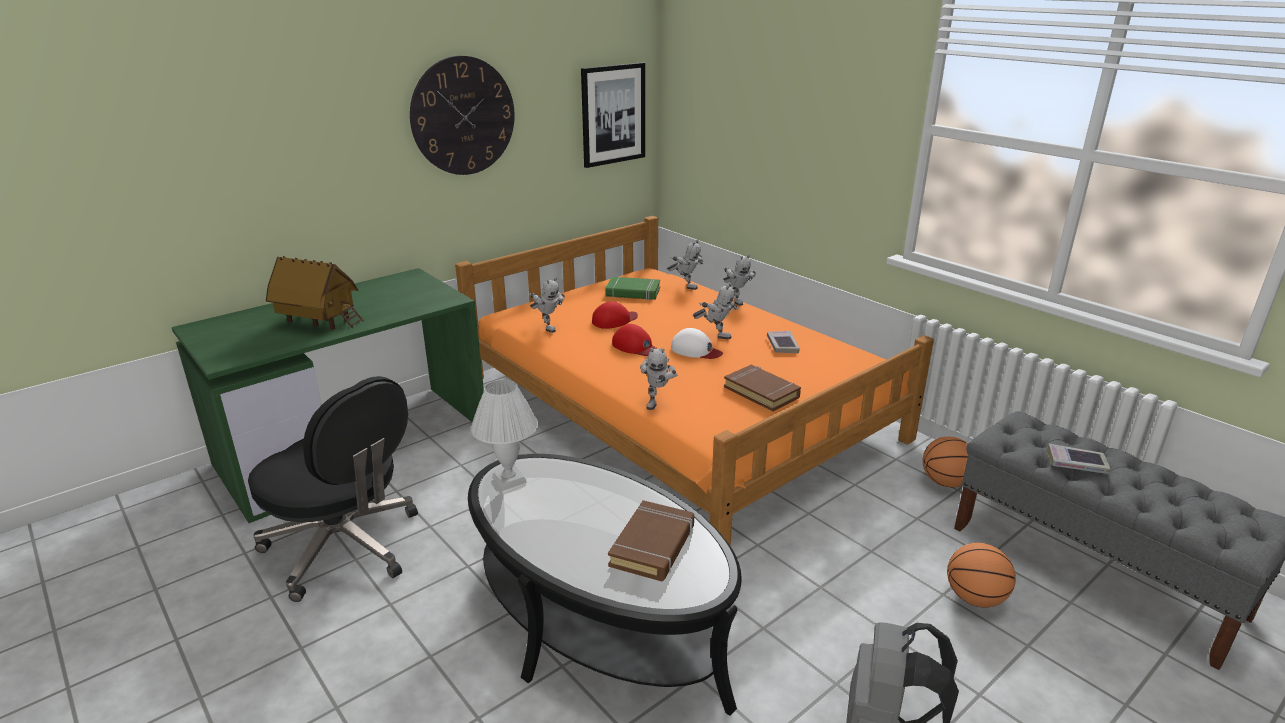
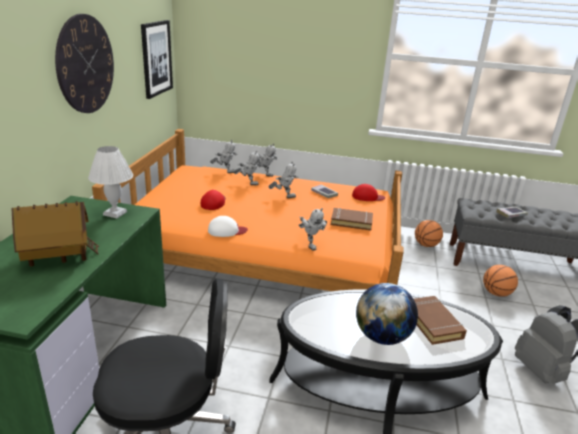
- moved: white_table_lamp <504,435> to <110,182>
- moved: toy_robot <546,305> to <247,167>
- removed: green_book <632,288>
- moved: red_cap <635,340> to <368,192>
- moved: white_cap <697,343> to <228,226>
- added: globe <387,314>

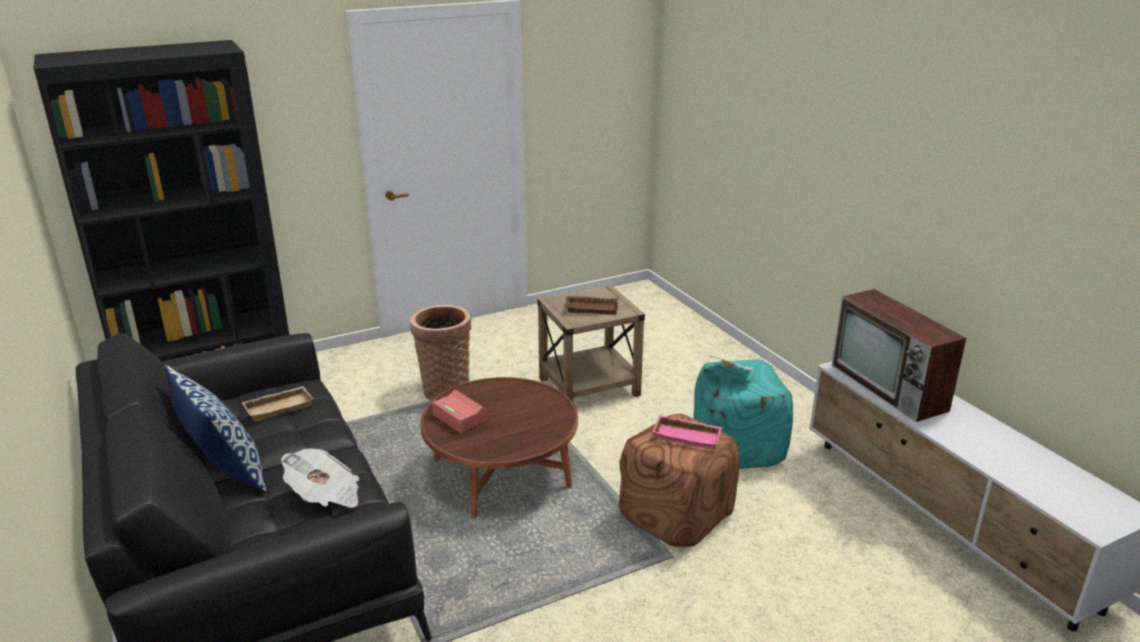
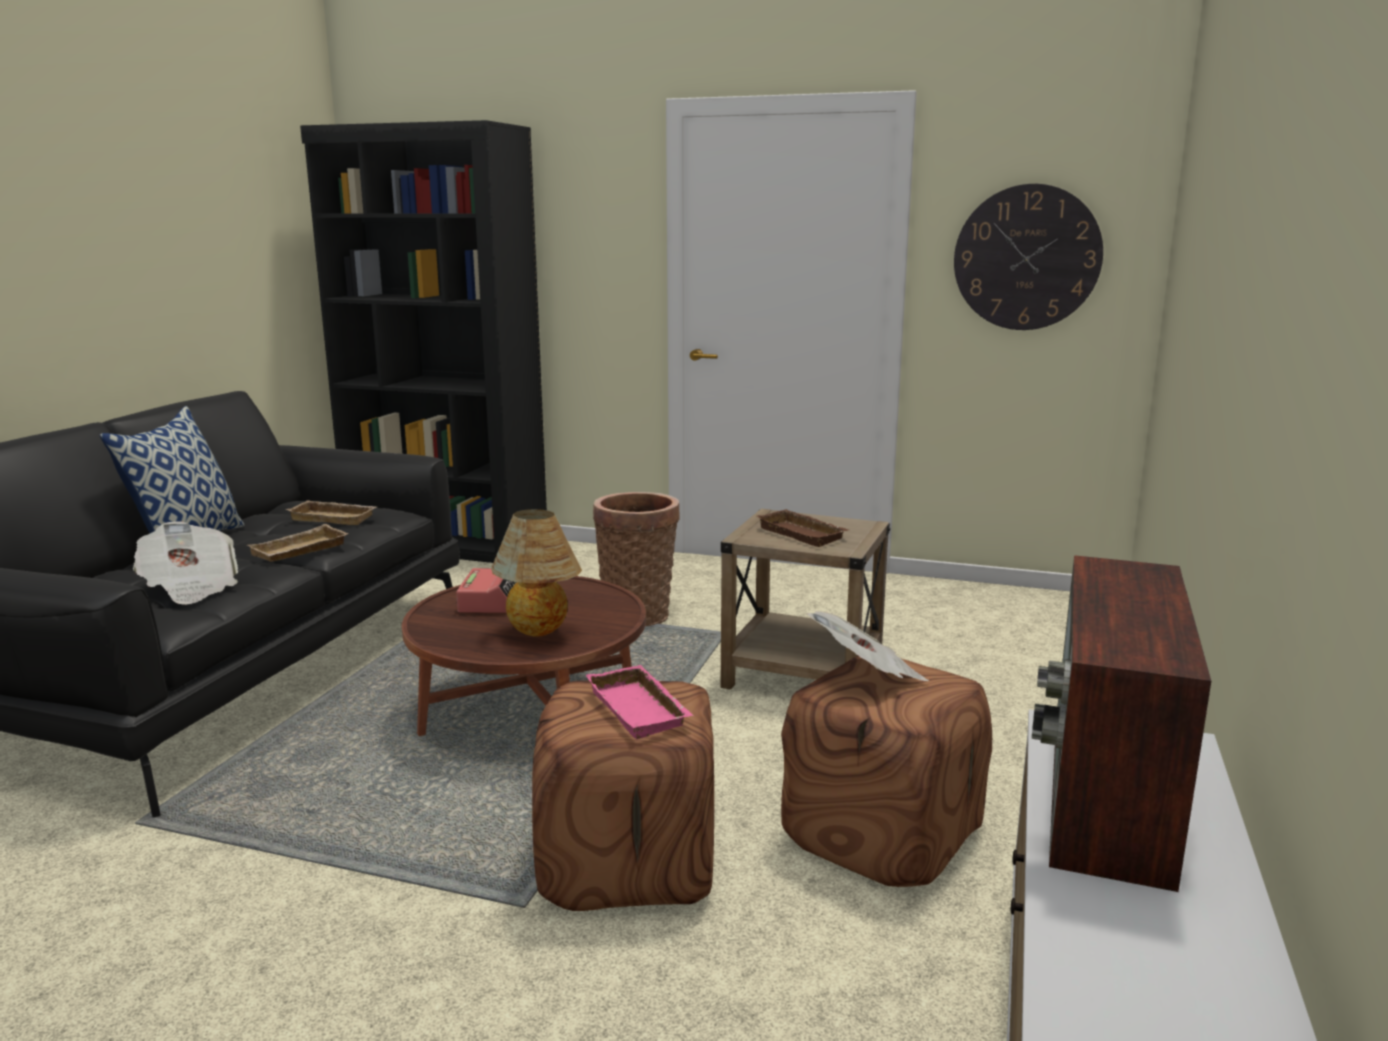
- recoloured: turquoise_ottoman <743,414> to brown_ottoman <886,771>
- added: beige_tray <298,543>
- added: table_lamp <536,573>
- added: wall_clock <1028,257>

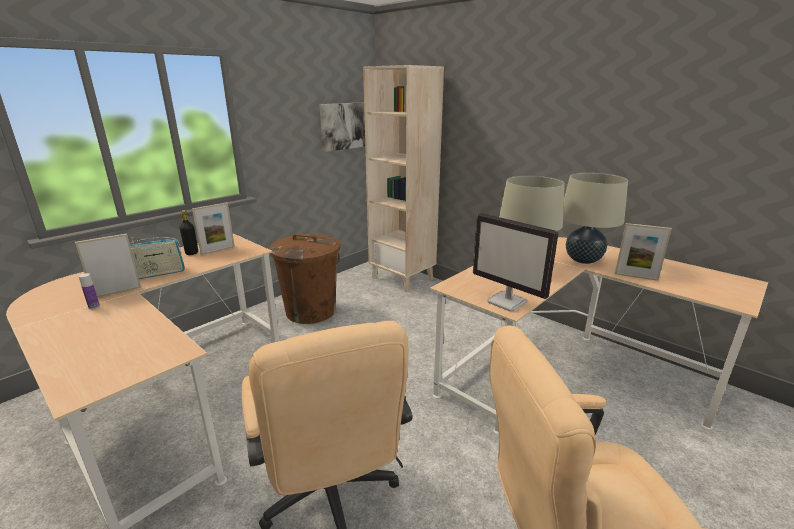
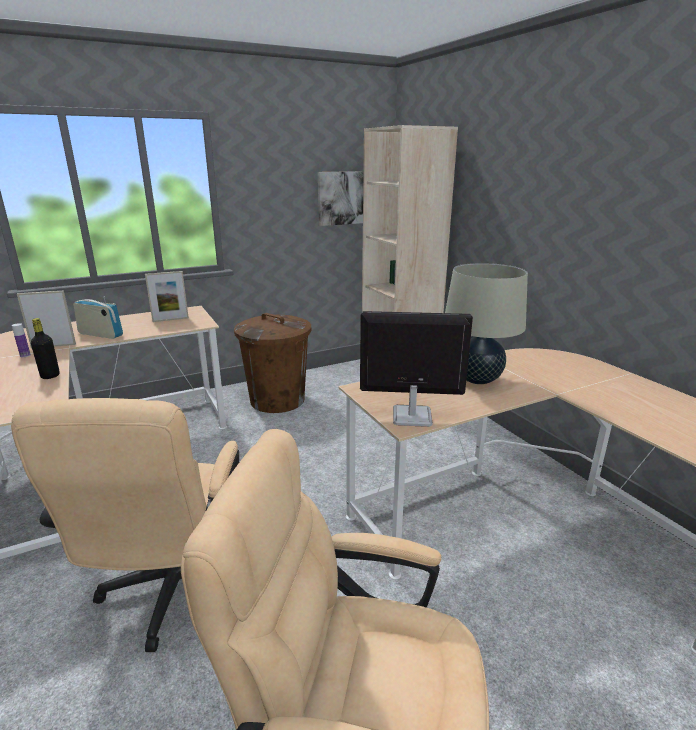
- turned: radio <157,258> = <98,318> 150 degrees counterclockwise
- moved: black_bottle <189,232> to <45,348>
- turned: monitor <516,262> = <416,369> 120 degrees clockwise
- removed: beige_table_lamp <595,218>
- removed: picture_frame <643,252>

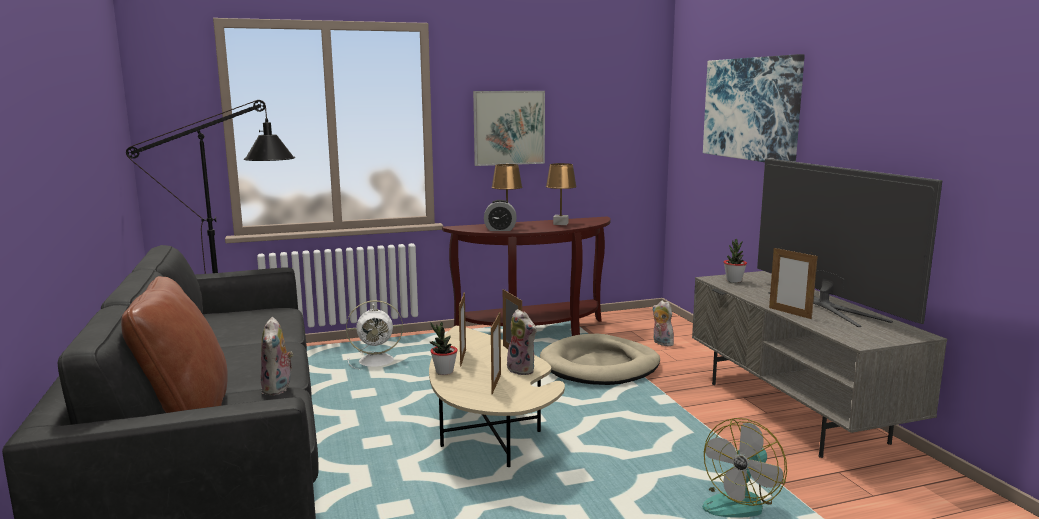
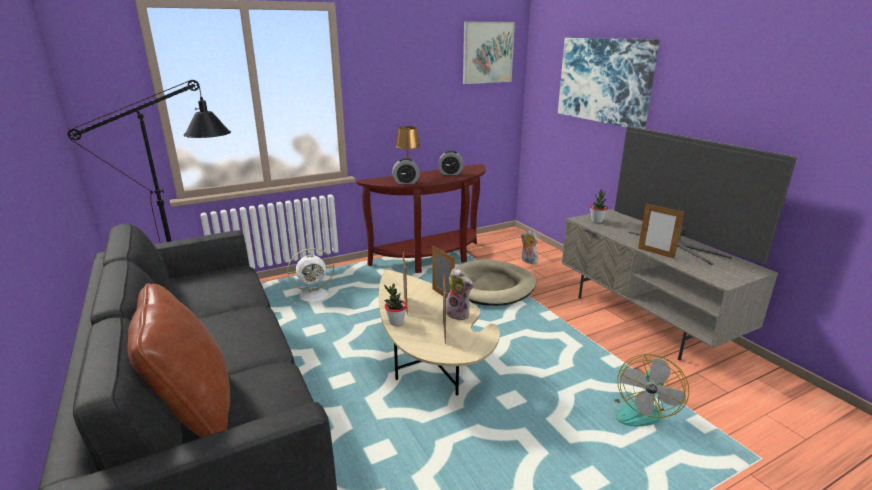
- removed: plush_toy <277,356>
- moved: picture <509,128> to <489,53>
- replaced: brown_table_lamp <561,194> to alarm_clock <450,163>

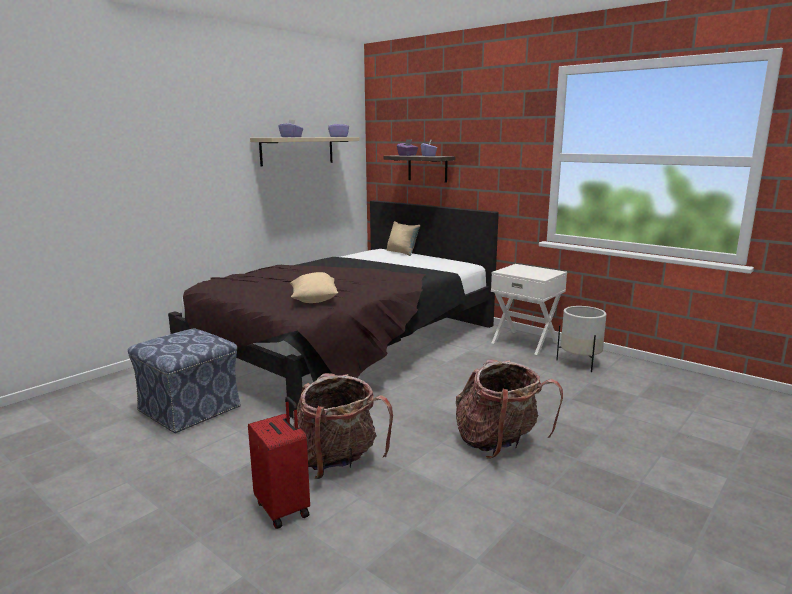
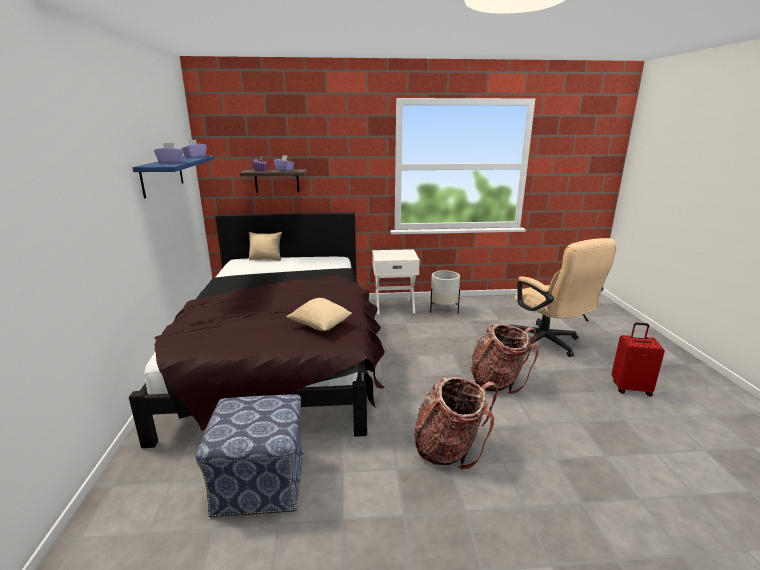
- moved: red_suitcase <279,463> to <638,360>
- recoloured: beige_shelf <305,151> to blue_shelf <173,177>
- added: beige_office_chair <562,297>

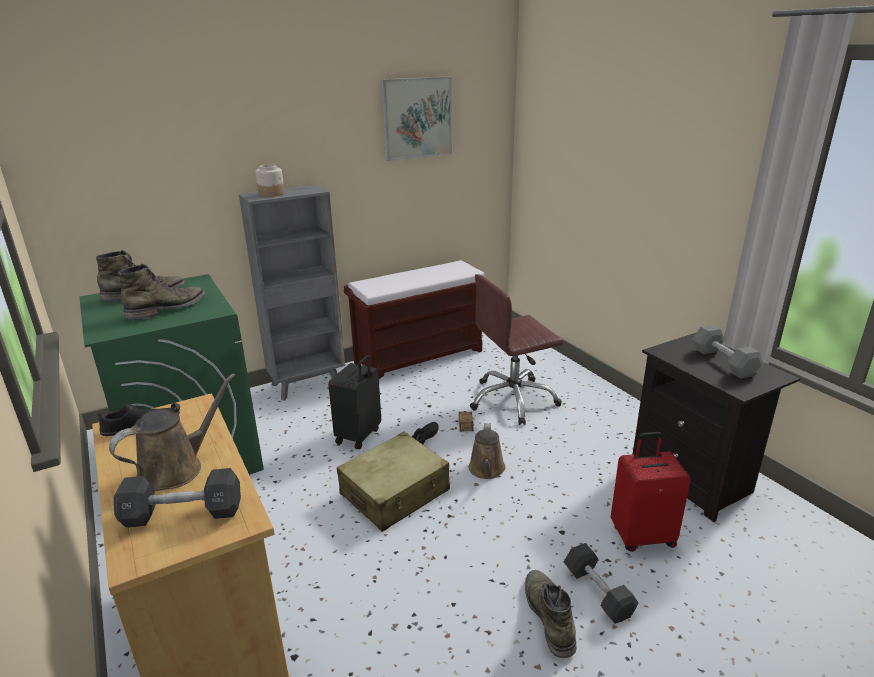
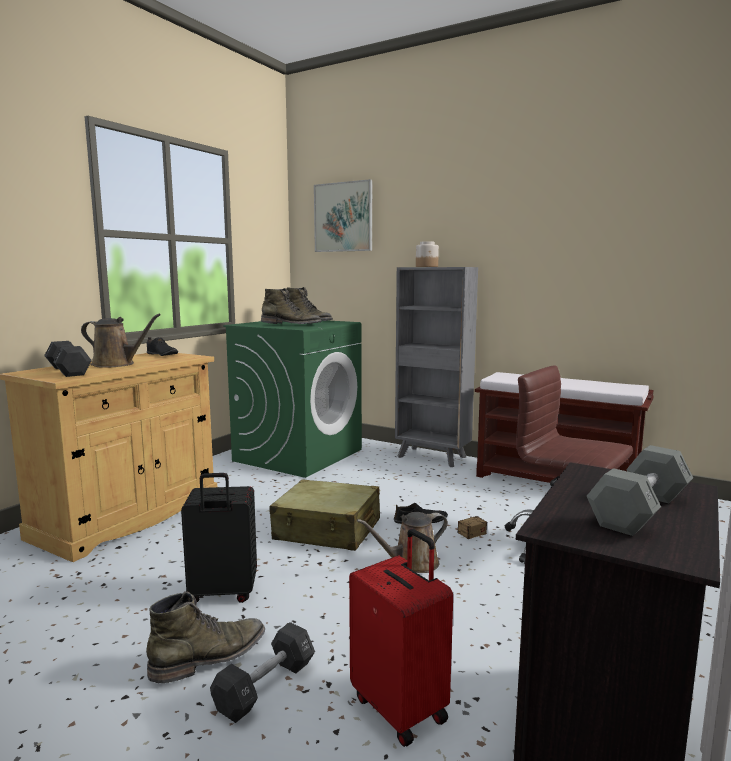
- moved: black_suitcase <354,402> to <219,538>
- moved: picture <416,118> to <343,215>

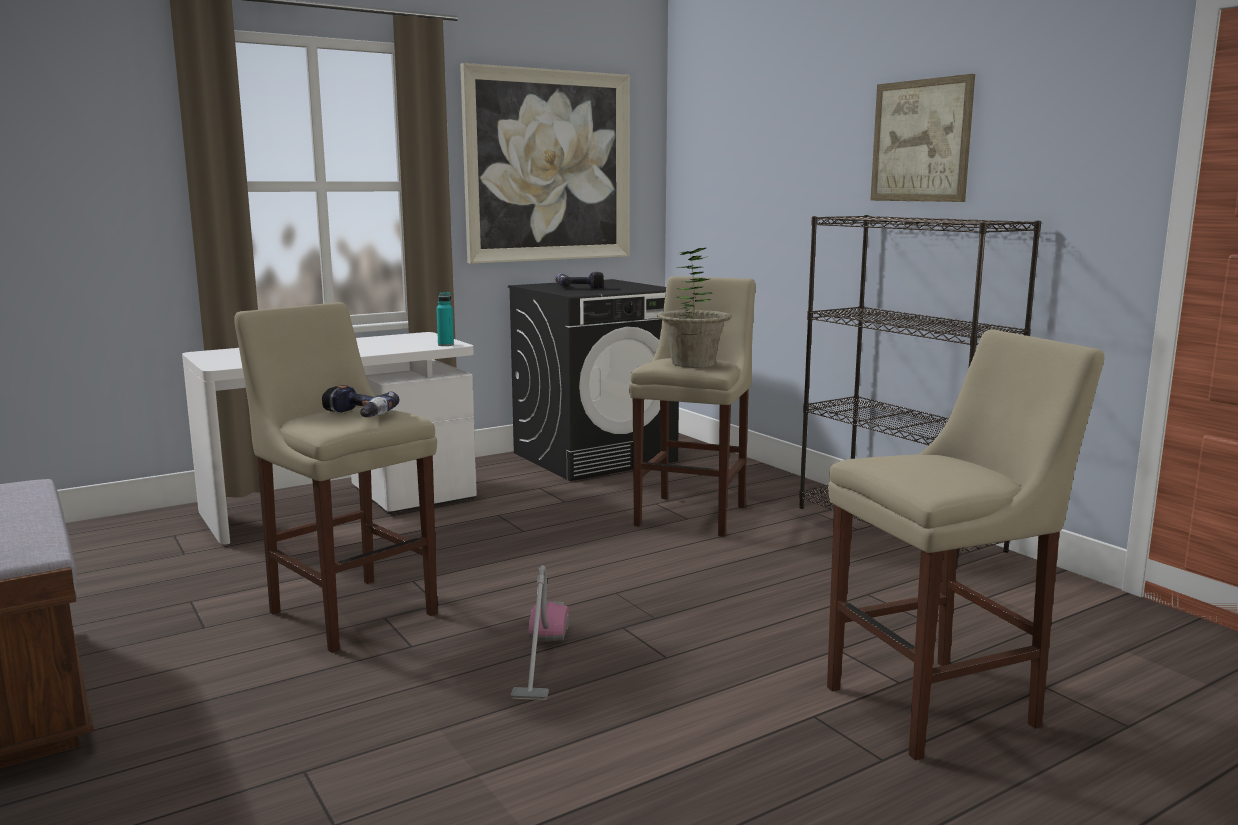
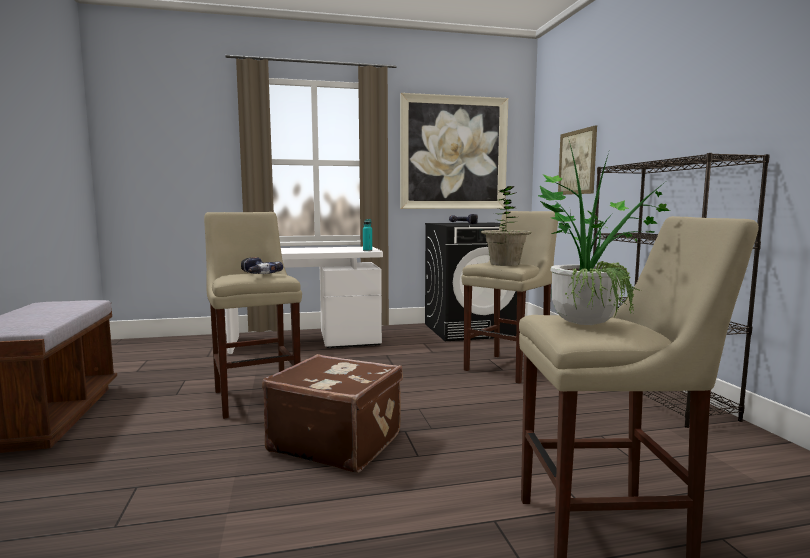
- replaced: vacuum_cleaner <540,632> to brown_suitcase <332,413>
- moved: picture <922,138> to <577,160>
- added: potted_plant <604,231>

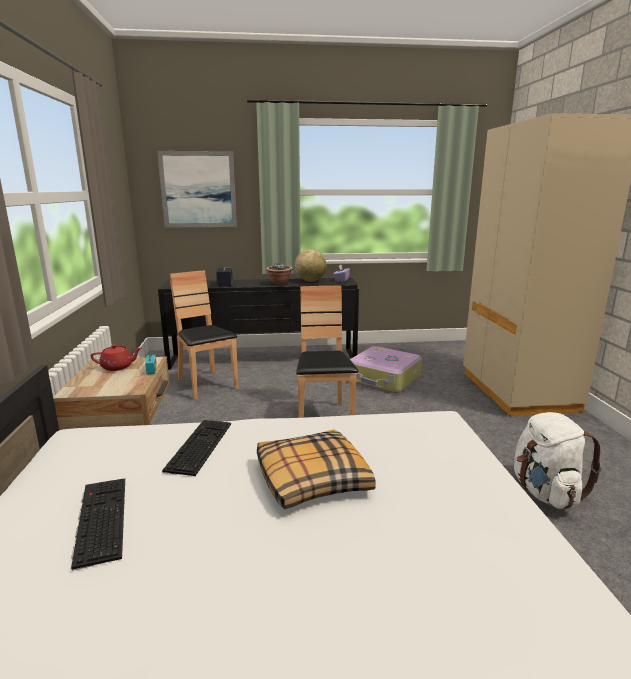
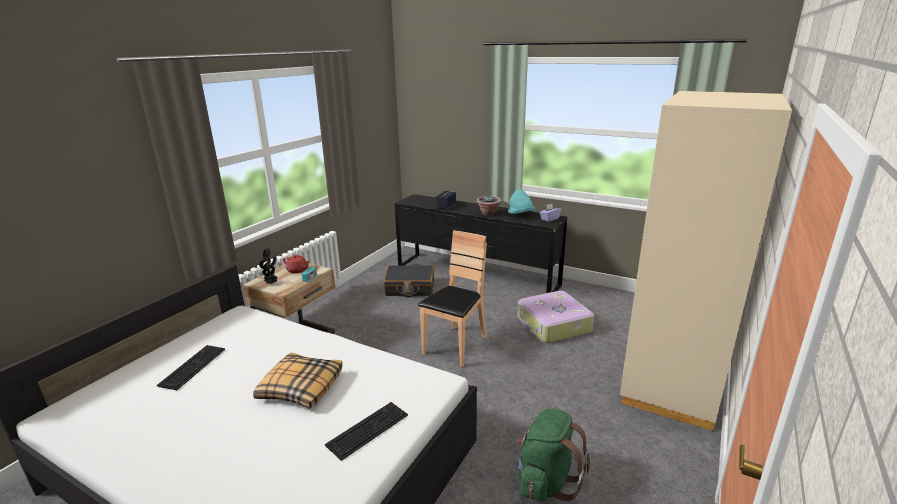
- removed: picture <197,189>
- moved: keyboard <196,448> to <366,431>
- replaced: brown_chair <204,335> to black_suitcase <409,281>
- replaced: globe <311,265> to turquoise_hat <522,202>
- recoloured: white_backpack <558,460> to green_backpack <553,455>
- added: potted_plant <268,266>

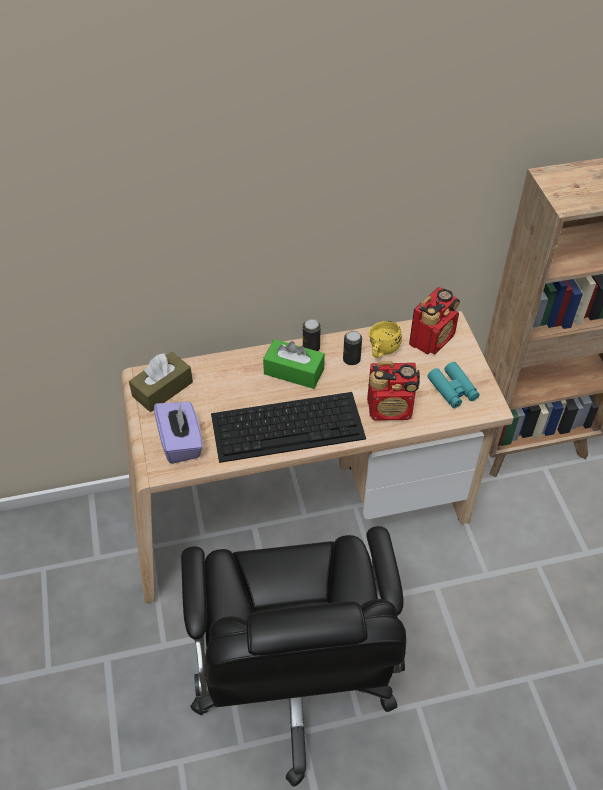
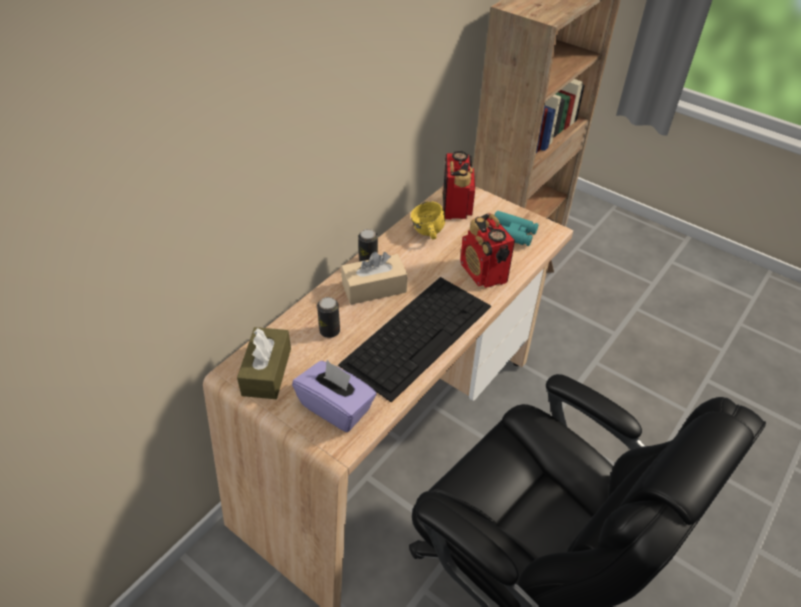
- recoloured: green_tissue_box <294,364> to beige_tissue_box <374,278>
- moved: can <352,348> to <328,317>
- turned: radio <393,391> = <487,250> 105 degrees clockwise

